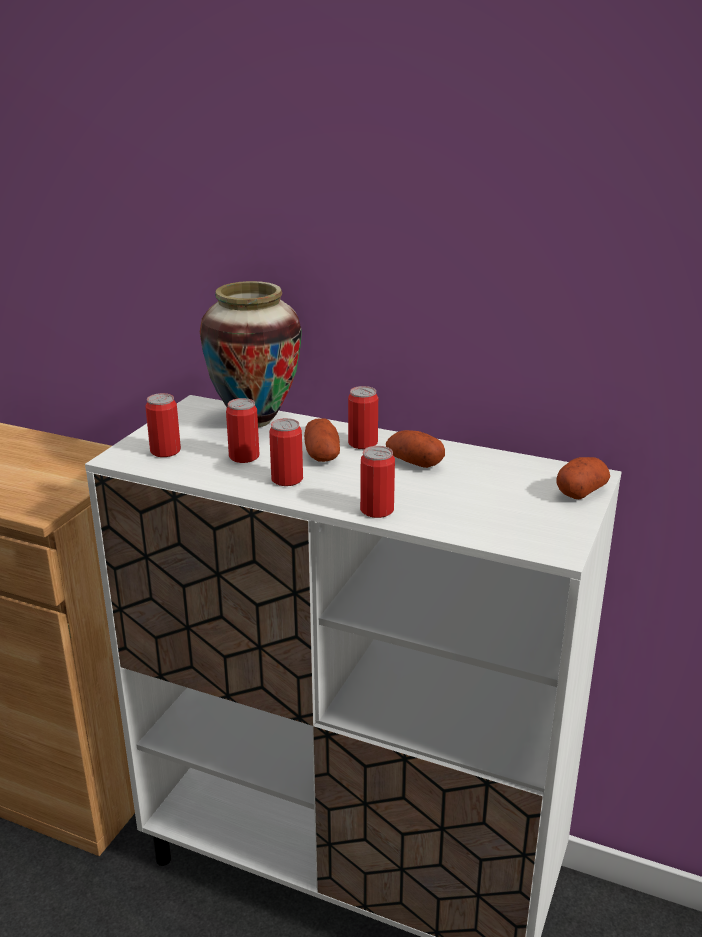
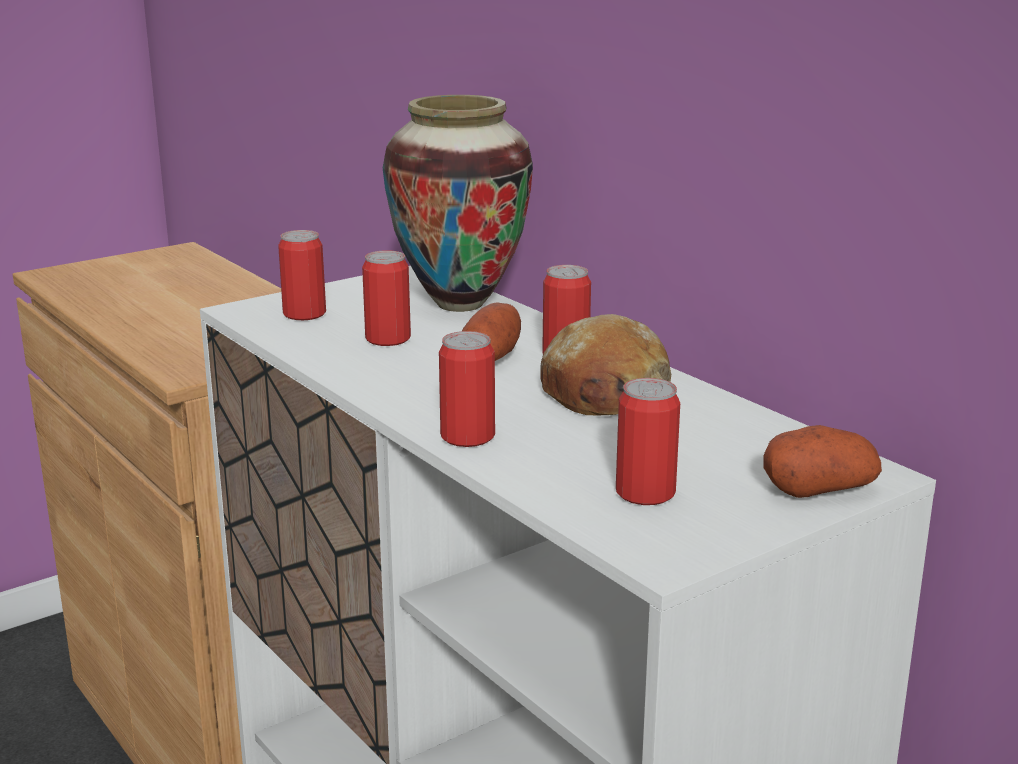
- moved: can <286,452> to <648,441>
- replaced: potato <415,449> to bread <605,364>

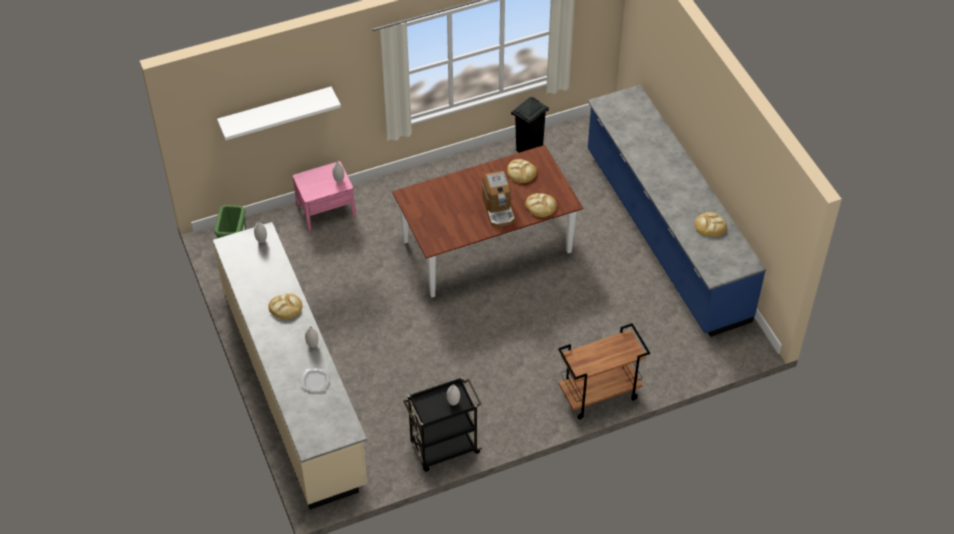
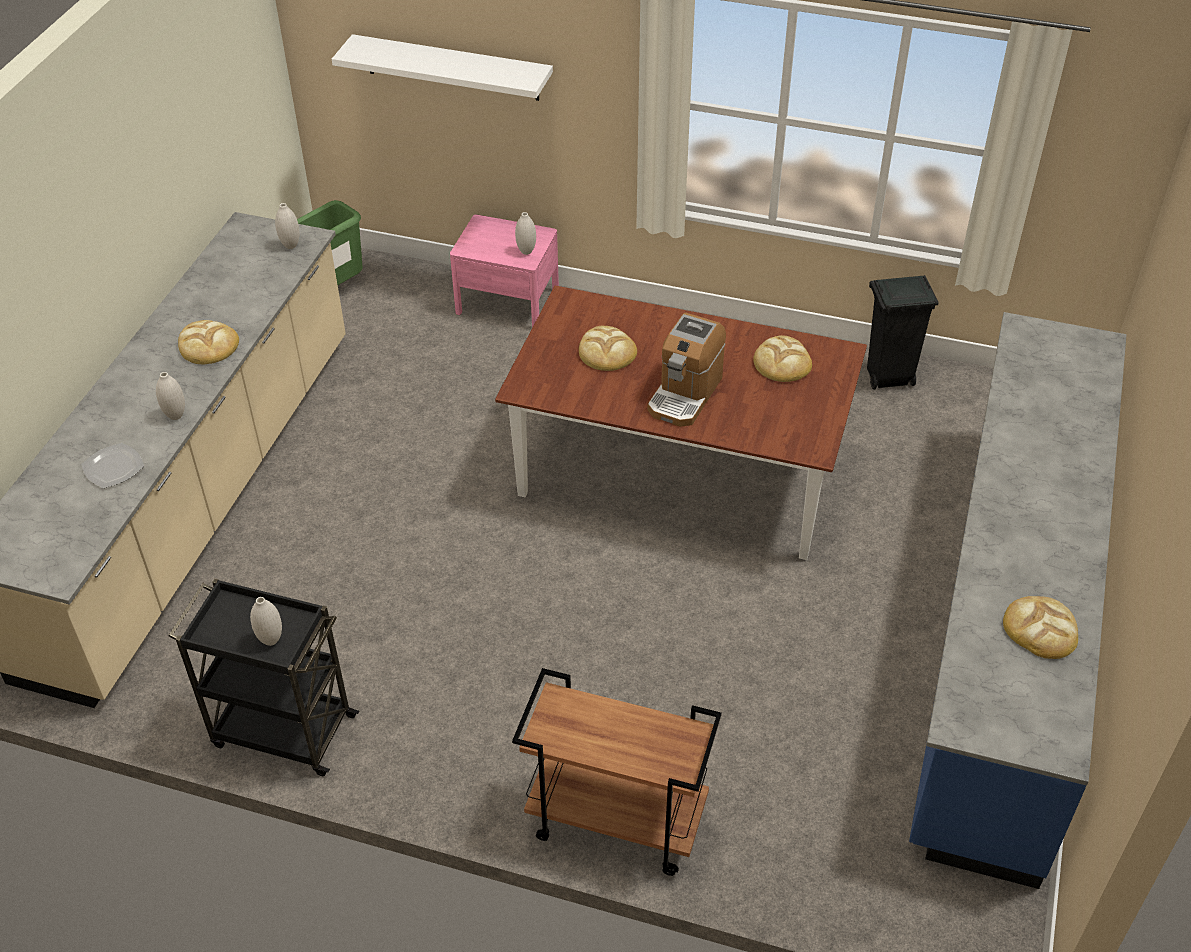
- moved: bread <541,205> to <608,348>

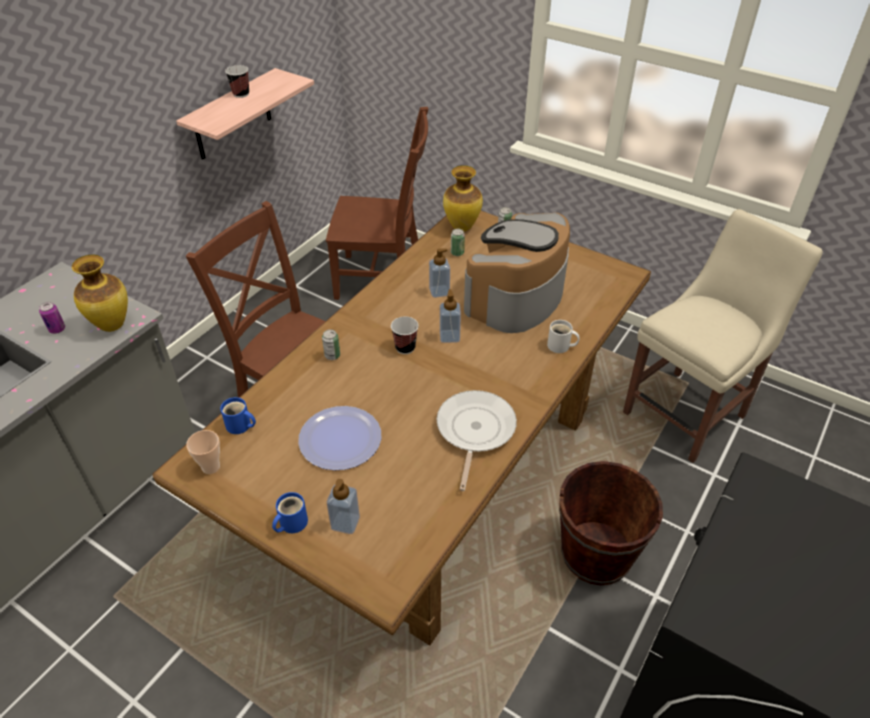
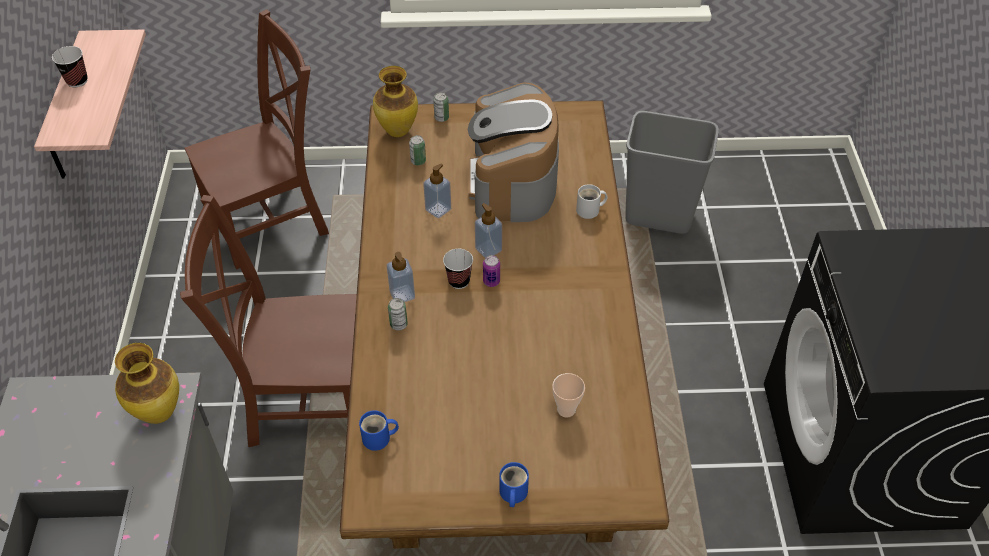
- moved: can <52,318> to <491,271>
- moved: cup <203,452> to <568,395>
- removed: plate <339,438>
- moved: soap_dispenser <343,506> to <401,277>
- removed: frying_pan <477,440>
- removed: brown_bucket <611,523>
- replaced: beige_chair <723,336> to grey_trash_can <672,172>

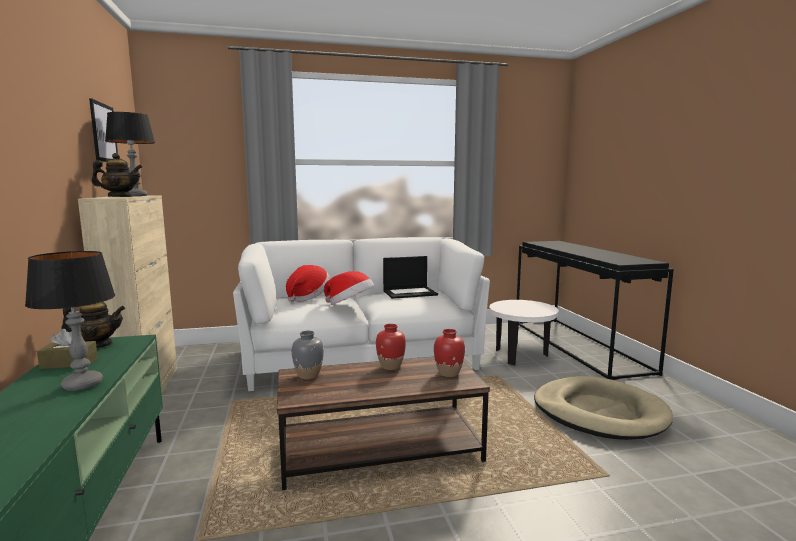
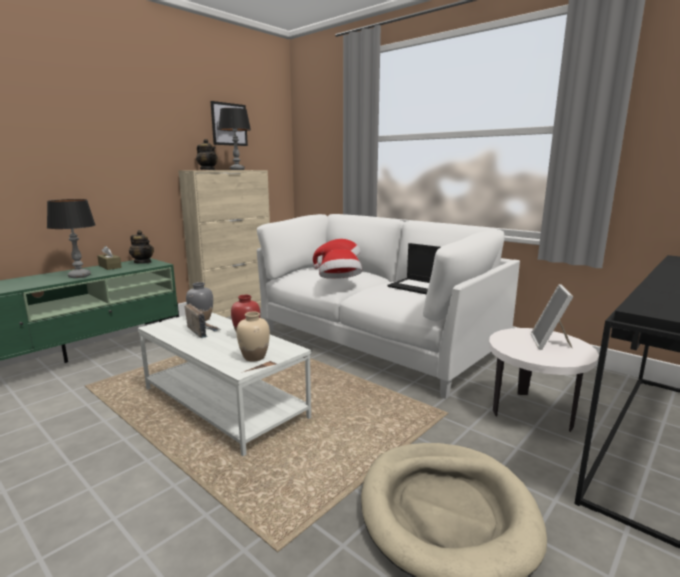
- recoloured: brown_coffee_table <383,423> to white_coffee_table <224,384>
- recoloured: red_vase <449,353> to beige_vase <253,337>
- added: radio <203,320>
- added: picture_frame <552,317>

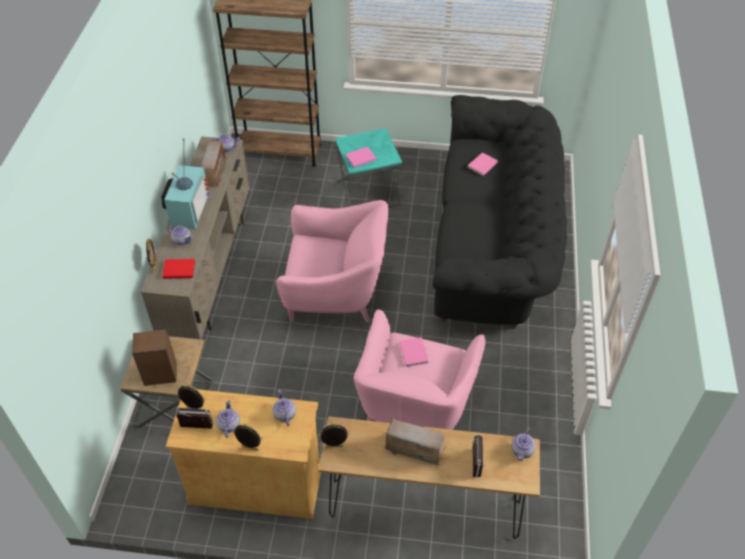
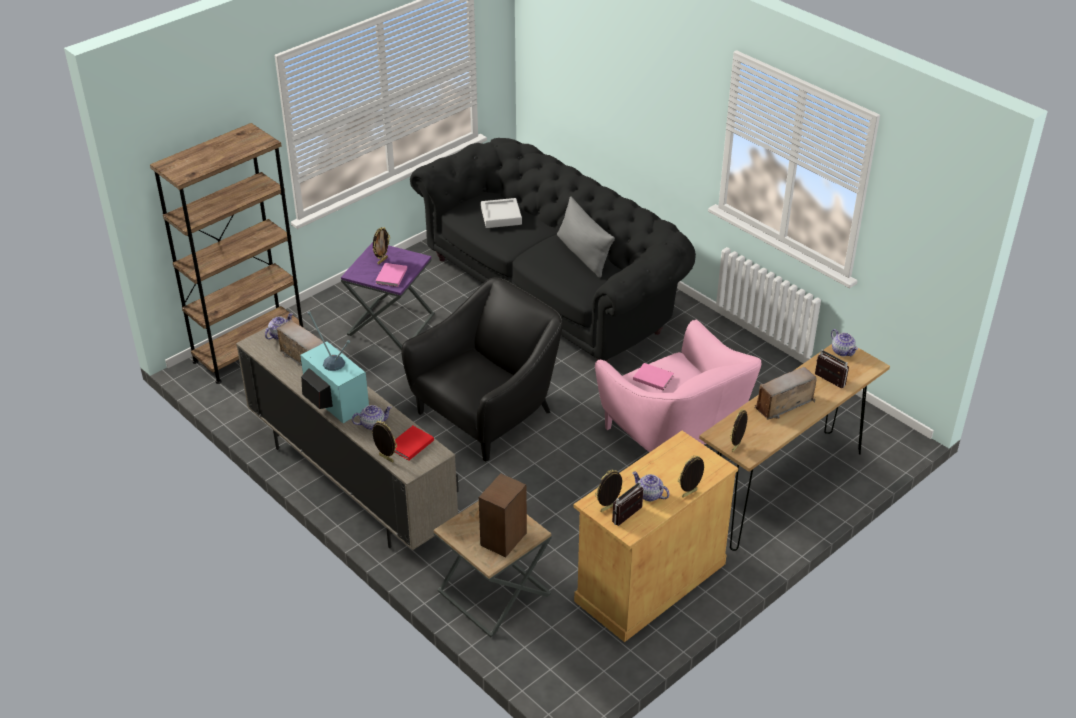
- removed: teapot <284,408>
- recoloured: pink_armchair <332,261> to black_armchair <481,369>
- recoloured: turquoise_side_table <368,168> to purple_side_table <388,295>
- replaced: pink_book <482,164> to grey_tray <501,213>
- added: picture_frame <381,246>
- added: grey_pillow <586,237>

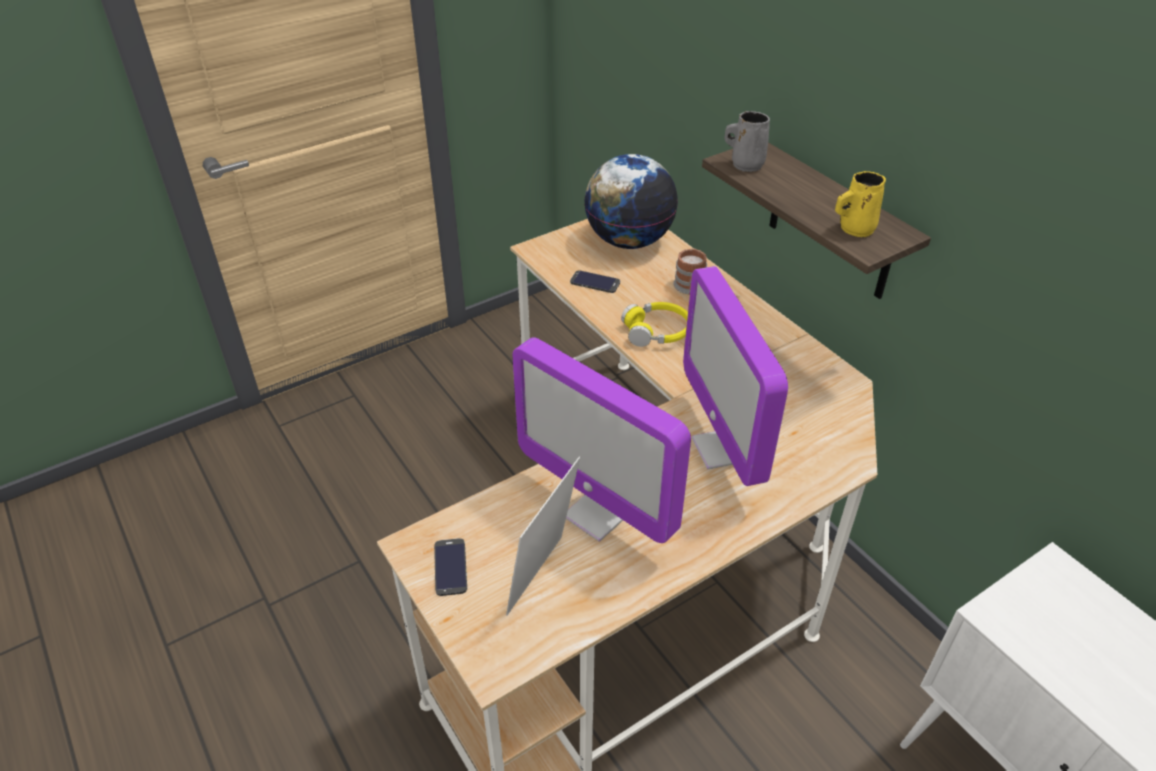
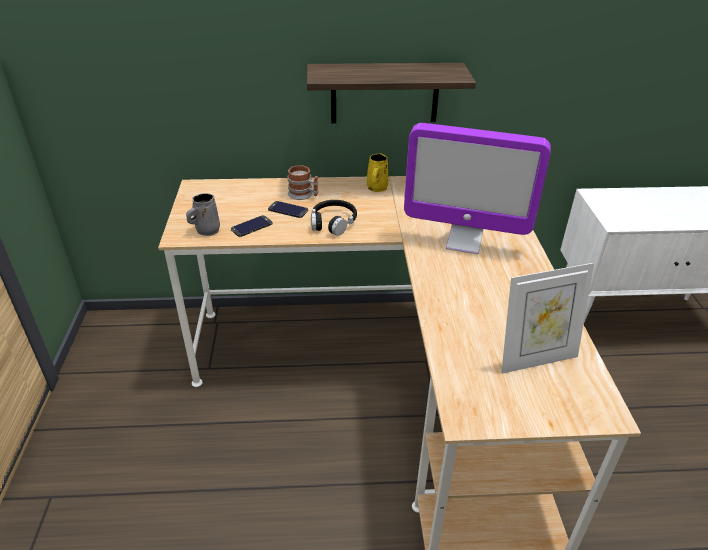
- moved: phone <450,567> to <288,209>
- turned: picture_frame <543,536> = <547,318> 75 degrees counterclockwise
- removed: monitor <602,440>
- removed: globe <631,201>
- recoloured: yellow_headphones <654,324> to black_headphones <334,218>
- moved: grey_mug <747,141> to <203,214>
- moved: yellow_mug <860,204> to <377,172>

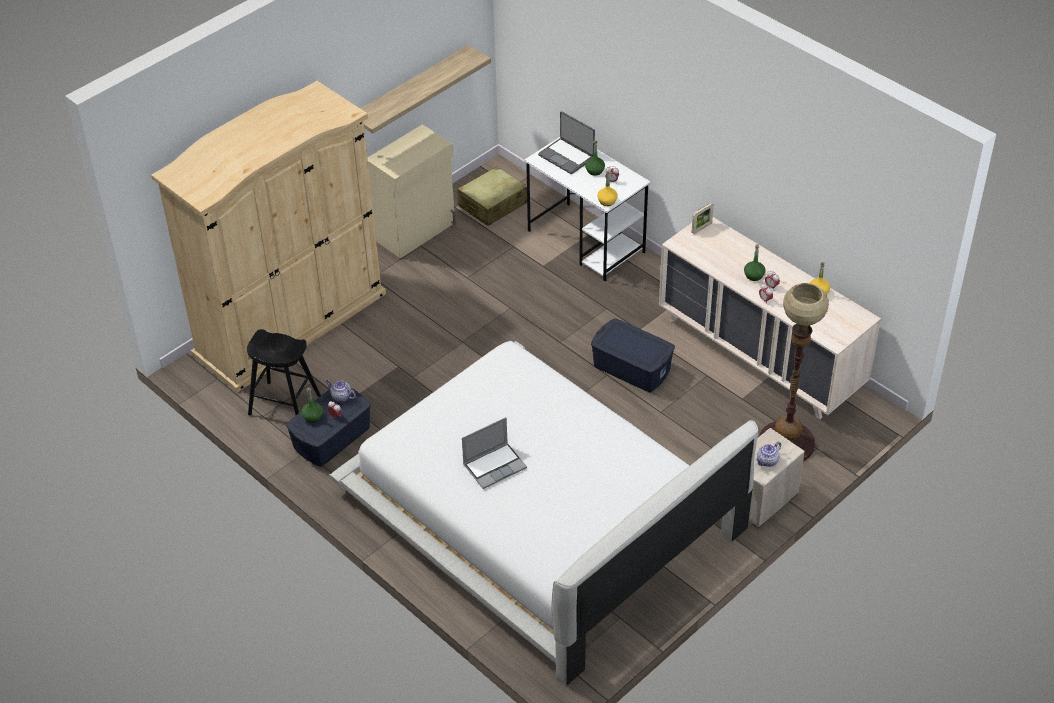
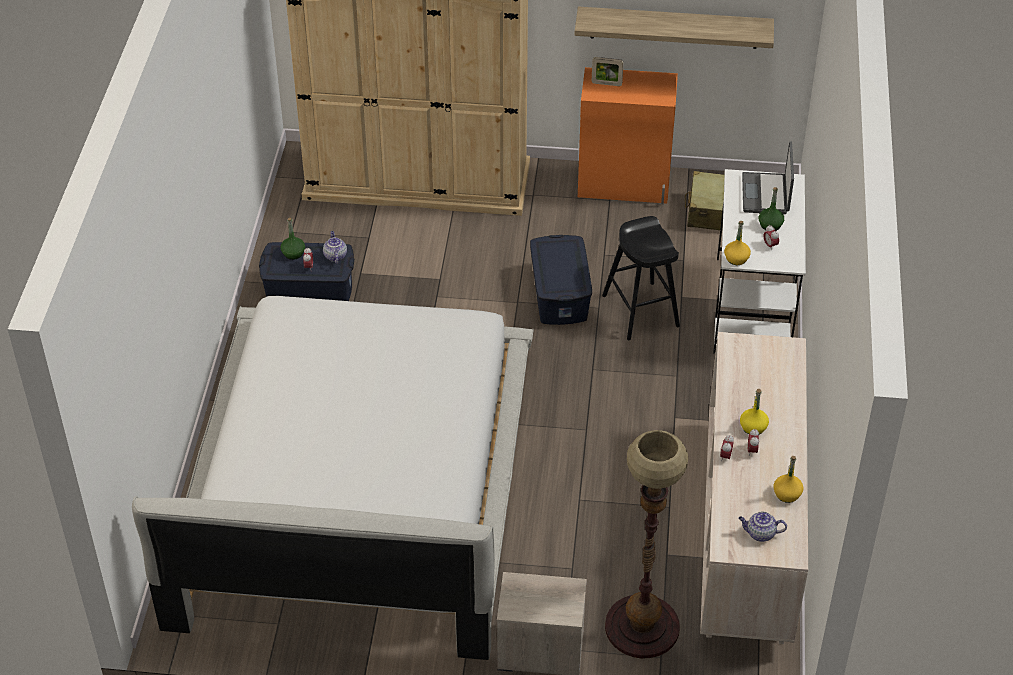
- moved: black_stool <284,372> to <641,278>
- recoloured: beige_cabinet <412,191> to orange_cabinet <628,135>
- removed: laptop <494,453>
- moved: blue_storage_box <633,355> to <561,280>
- moved: picture_frame <703,218> to <608,71>
- recoloured: green_bottle <754,262> to yellow_bottle <754,412>
- moved: teapot <768,454> to <762,526>

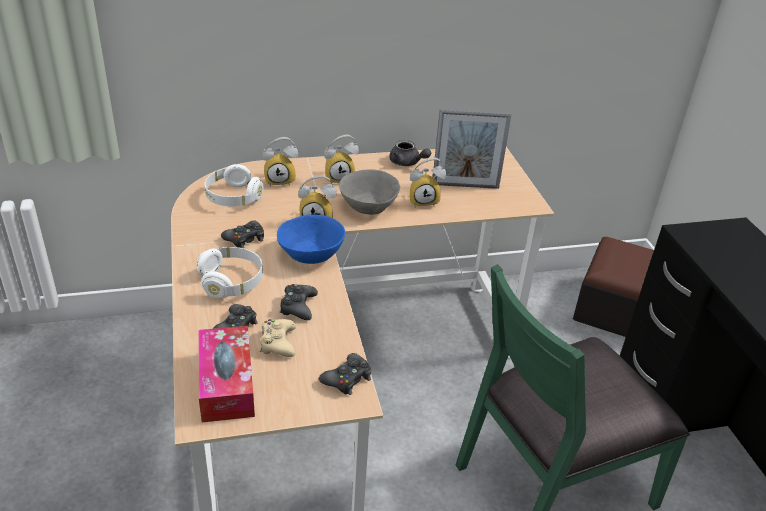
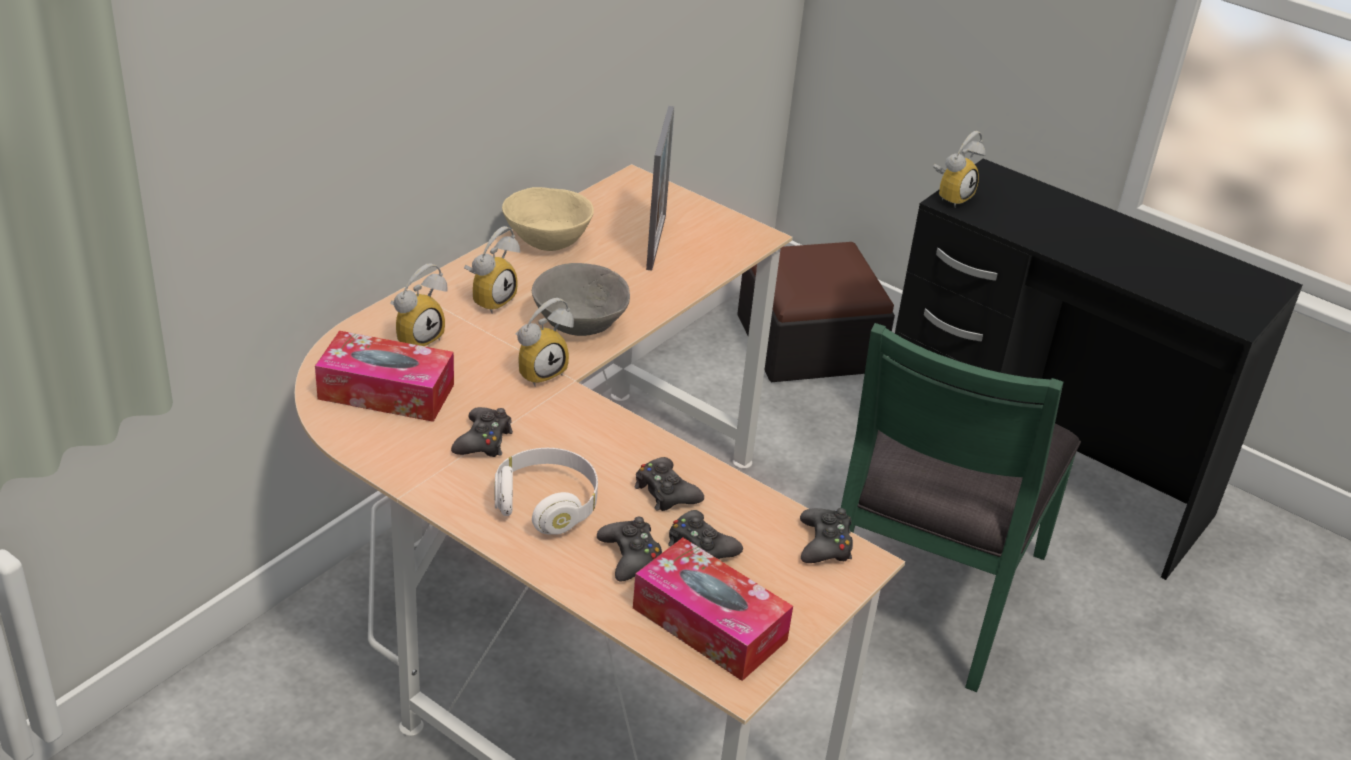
- replaced: white_headphones <234,185> to tissue_box <384,376>
- recoloured: beige_game_controller <278,338> to black_game_controller <705,534>
- removed: blue_bowl <311,239>
- replaced: grey_teapot <410,153> to beige_bowl <548,219>
- moved: alarm_clock <428,182> to <959,169>
- turned: picture_frame <472,149> = <660,188> 45 degrees counterclockwise

